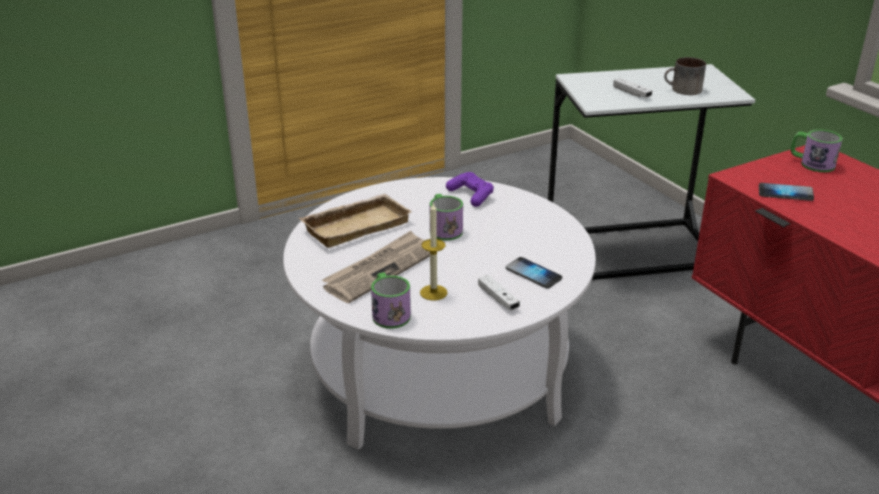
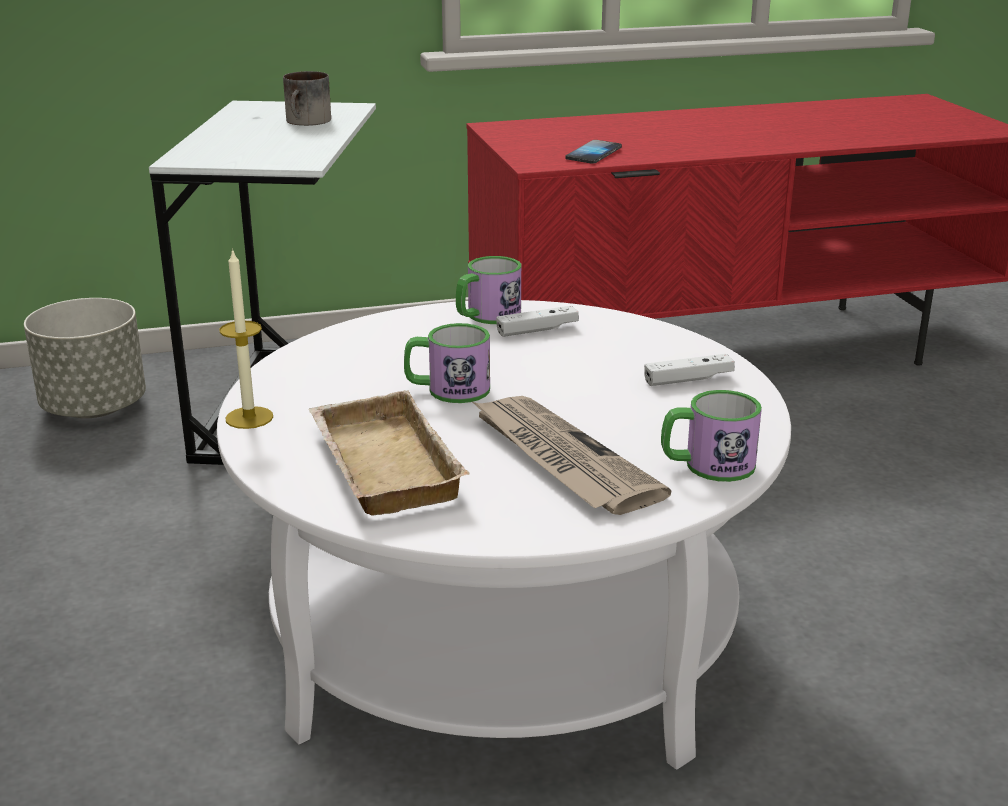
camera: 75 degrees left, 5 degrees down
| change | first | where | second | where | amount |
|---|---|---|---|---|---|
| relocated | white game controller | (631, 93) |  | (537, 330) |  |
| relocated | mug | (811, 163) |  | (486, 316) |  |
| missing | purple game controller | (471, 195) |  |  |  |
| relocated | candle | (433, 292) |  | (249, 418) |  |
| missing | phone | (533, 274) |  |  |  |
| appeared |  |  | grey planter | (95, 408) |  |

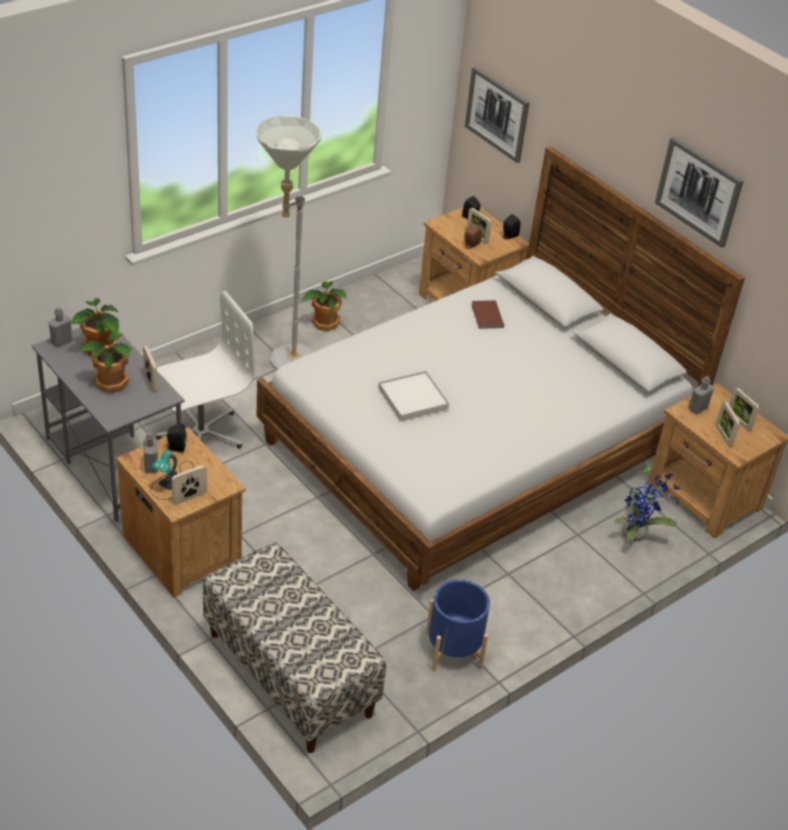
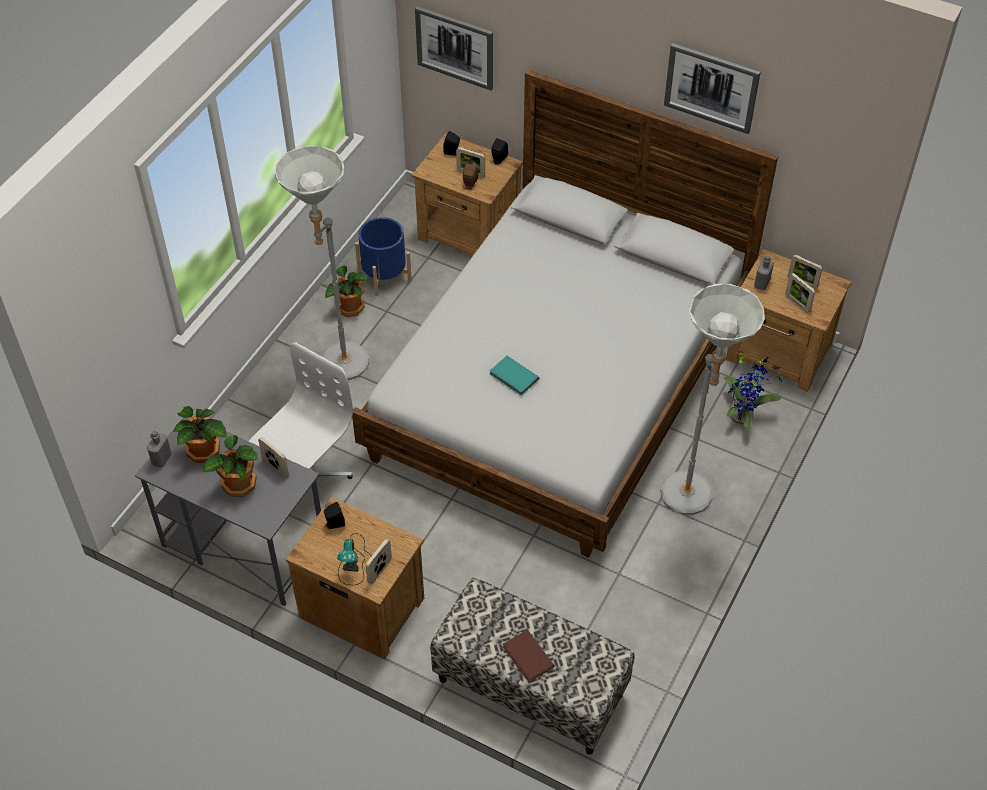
camera: 20 degrees left, 10 degrees up
| change | first | where | second | where | amount |
|---|---|---|---|---|---|
| relocated | brown book | (486, 316) |  | (527, 658) |  |
| exchanged | white tray | (413, 398) | turquoise book | (513, 377) |  |
| missing | grey bottle | (151, 466) |  |  |  |
| relocated | blue planter | (453, 650) |  | (384, 276) |  |
| appeared |  |  | grey floor lamp | (689, 503) |  |

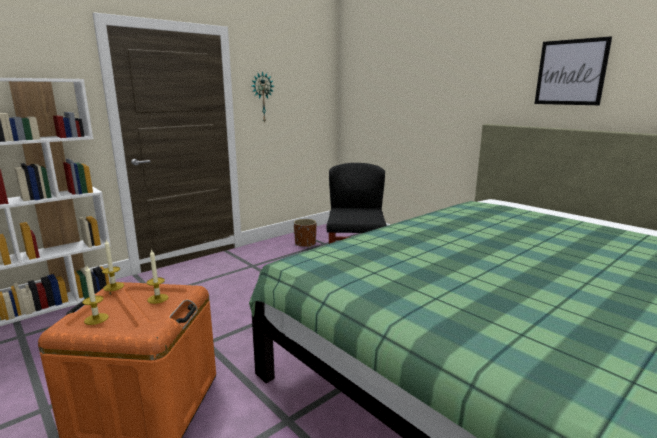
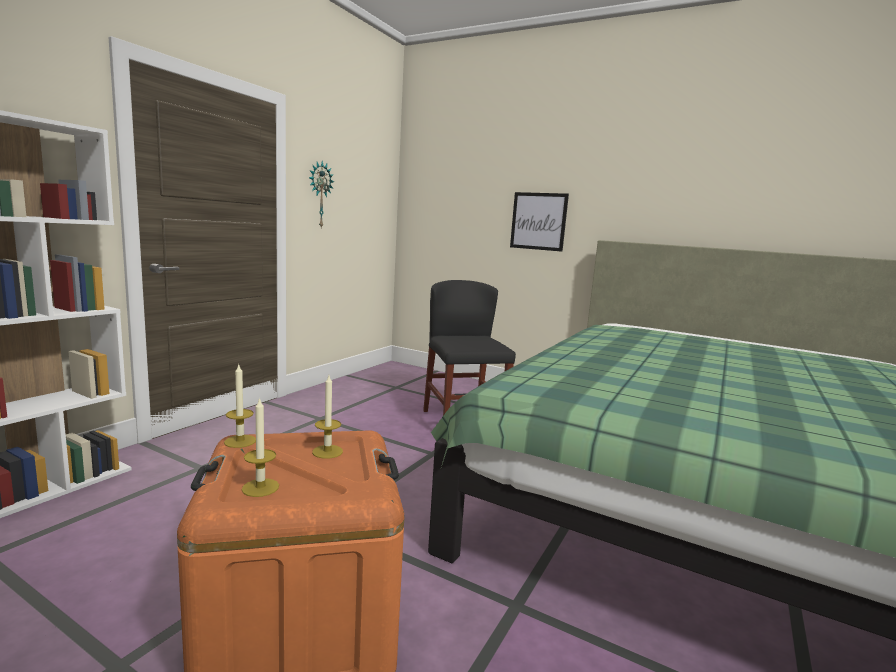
camera: 20 degrees left, 5 degrees down
| change | first | where | second | where | amount |
|---|---|---|---|---|---|
| relocated | picture | (570, 72) |  | (538, 221) |  |
| missing | brown planter | (305, 244) |  |  |  |

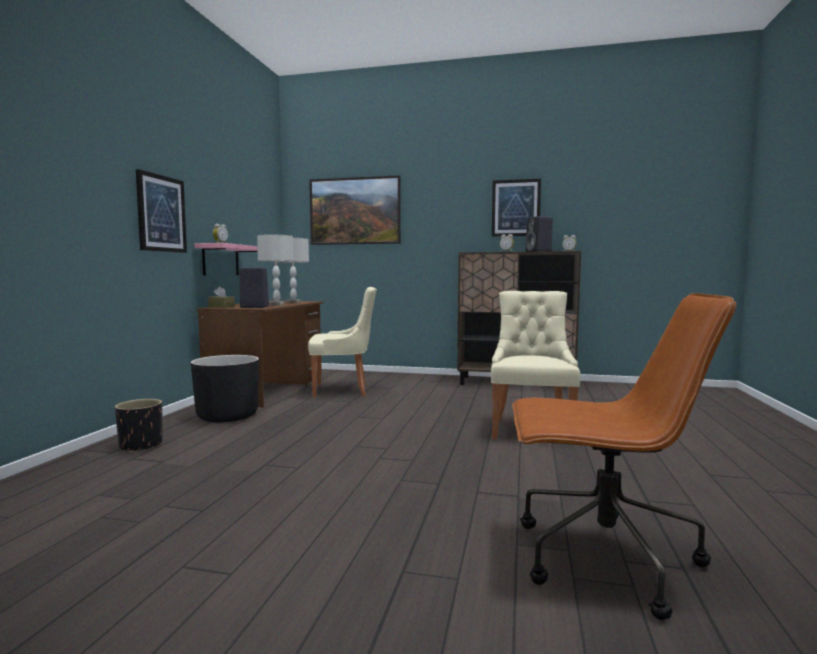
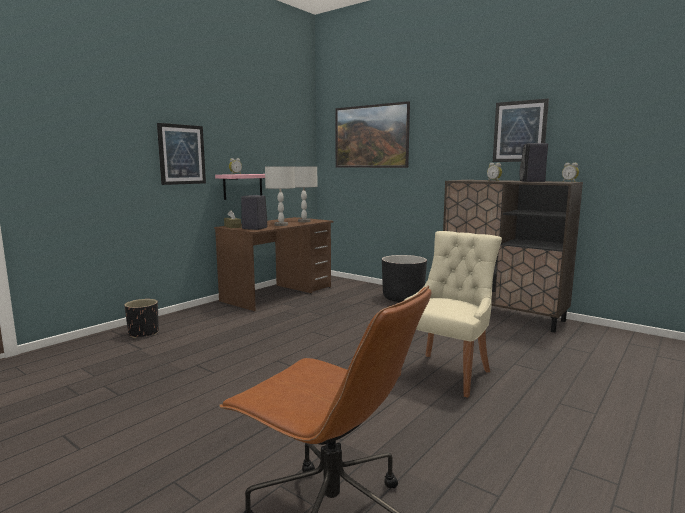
camera: 25 degrees right, 5 degrees up
| change | first | where | second | where | amount |
|---|---|---|---|---|---|
| missing | beige chair | (343, 390) |  |  |  |
| relocated | black planter | (227, 416) |  | (403, 298) |  |

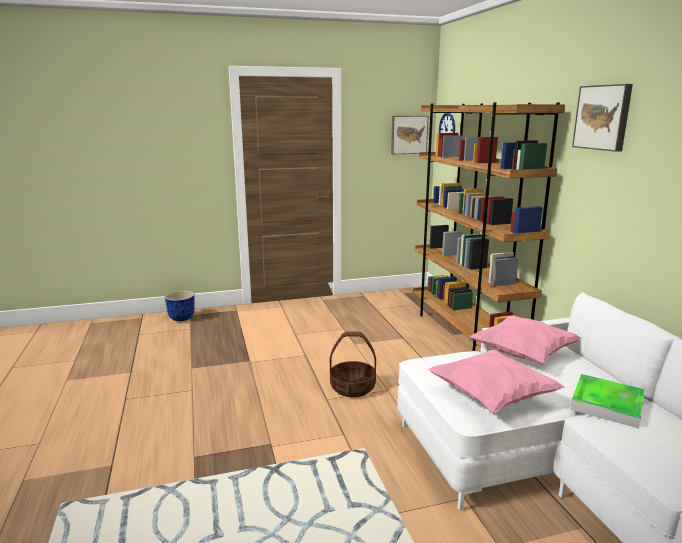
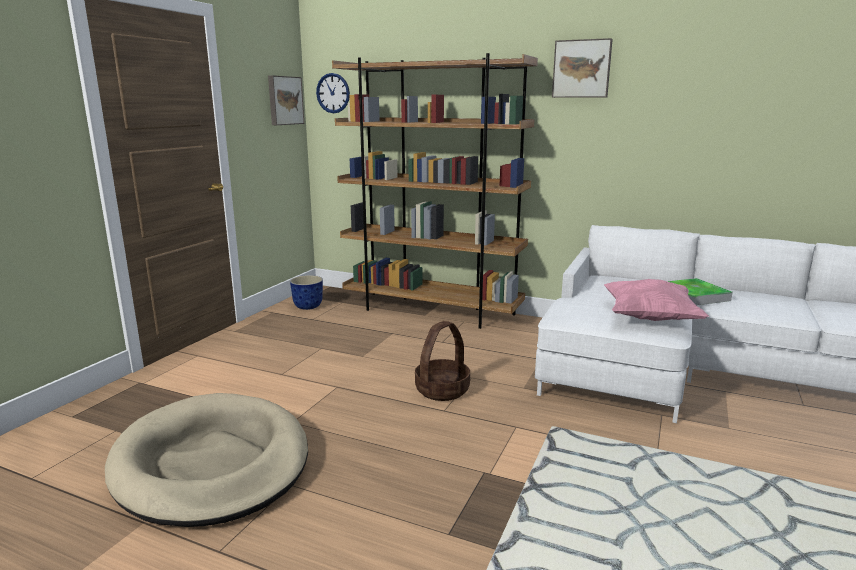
camera: 50 degrees left, 0 degrees up
| change | first | where | second | where | amount |
|---|---|---|---|---|---|
| relocated | planter | (182, 318) |  | (308, 306) |  |
| missing | pink pillow | (522, 354) |  |  |  |
| appeared |  |  | beige dog bed | (212, 463) |  |

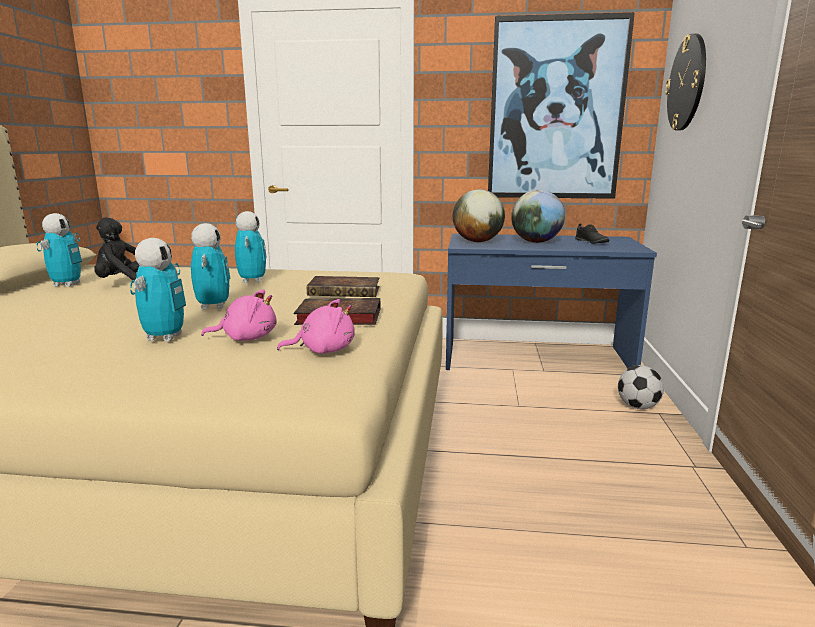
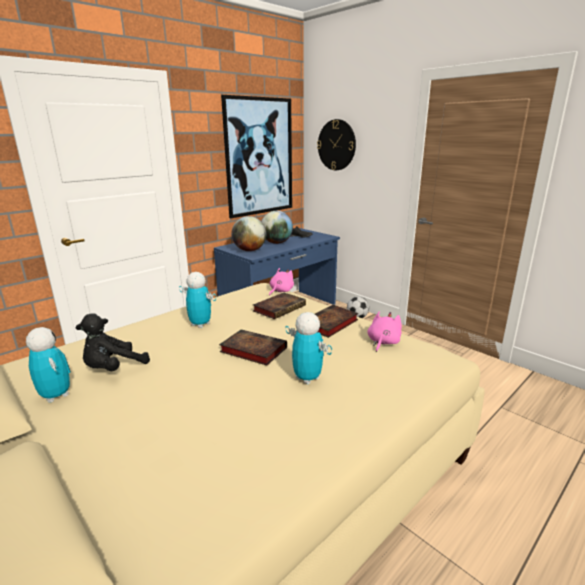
camera: 50 degrees left, 5 degrees up
| change | first | where | second | where | amount |
|---|---|---|---|---|---|
| exchanged | toy robot | (213, 306) | book | (251, 350) |  |
| relocated | pink plush toy | (246, 338) |  | (280, 291) |  |

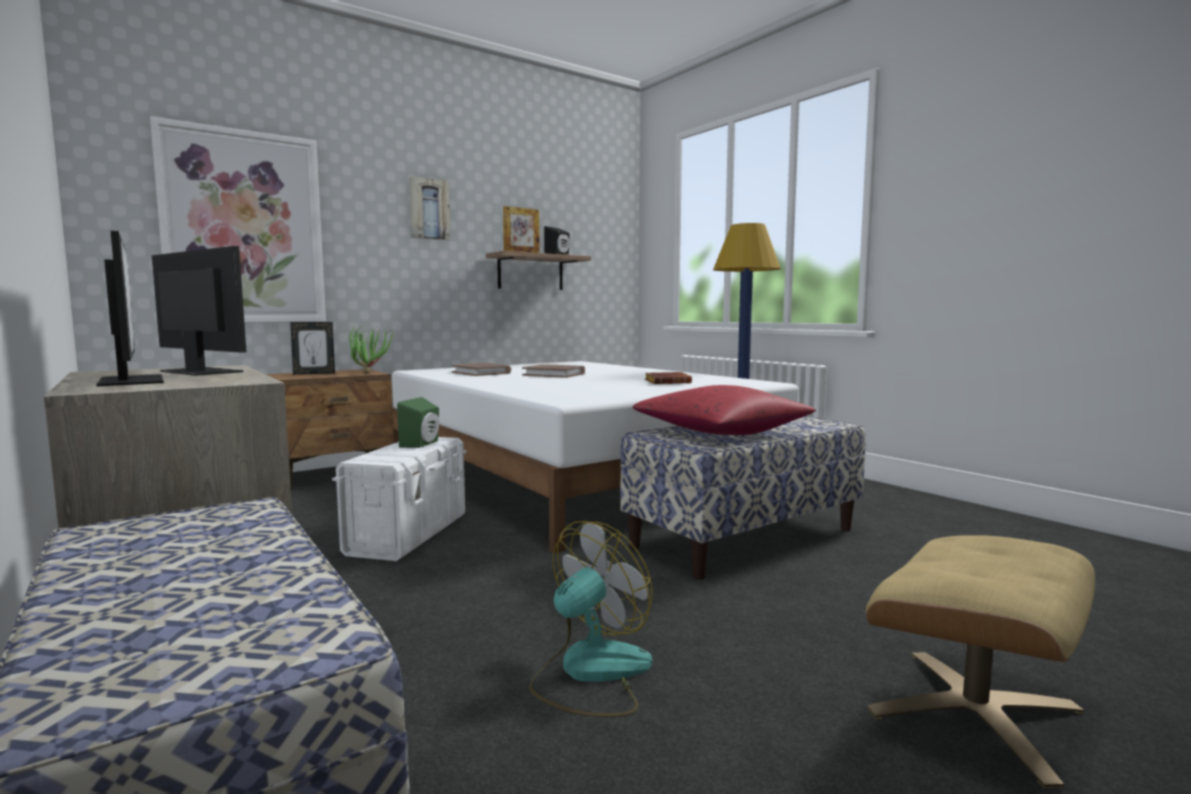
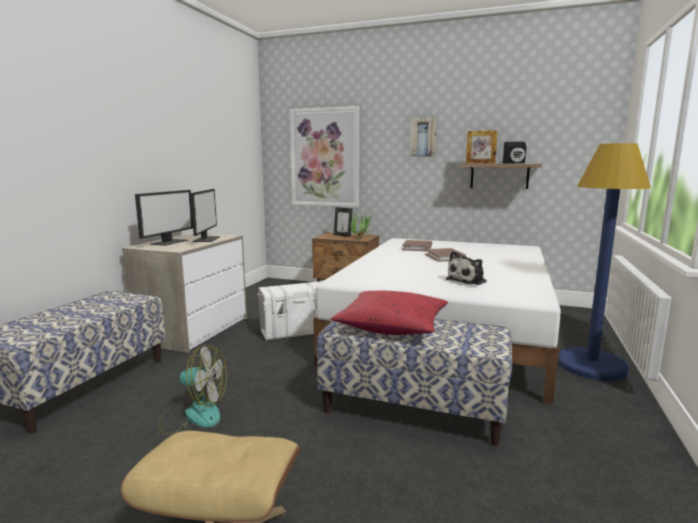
camera: 55 degrees right, 5 degrees up
| change | first | where | second | where | amount |
|---|---|---|---|---|---|
| exchanged | brown book | (668, 382) | plush toy | (468, 280) |  |
| missing | green speaker | (422, 444) |  |  |  |

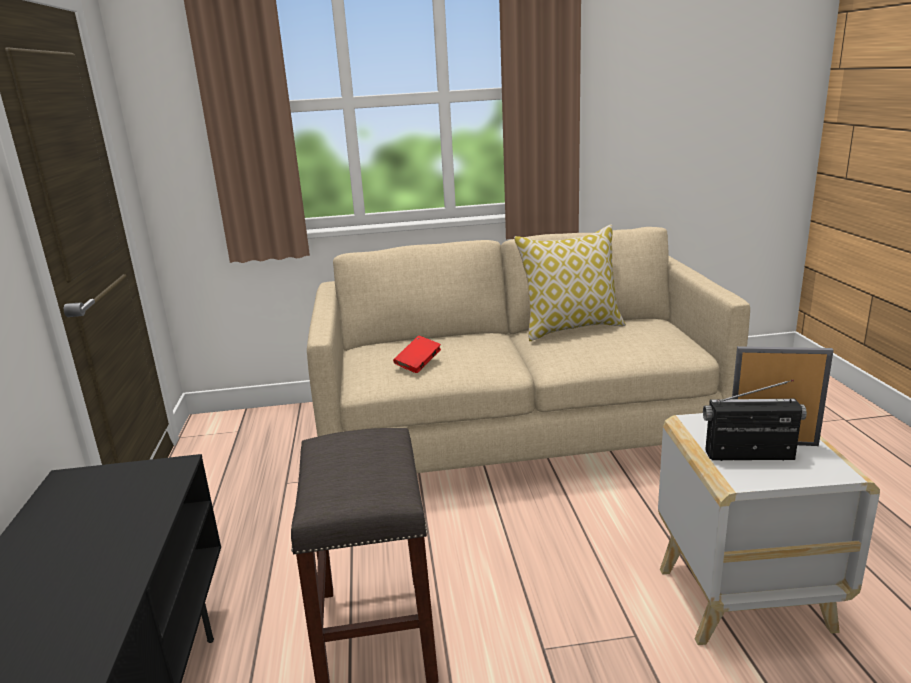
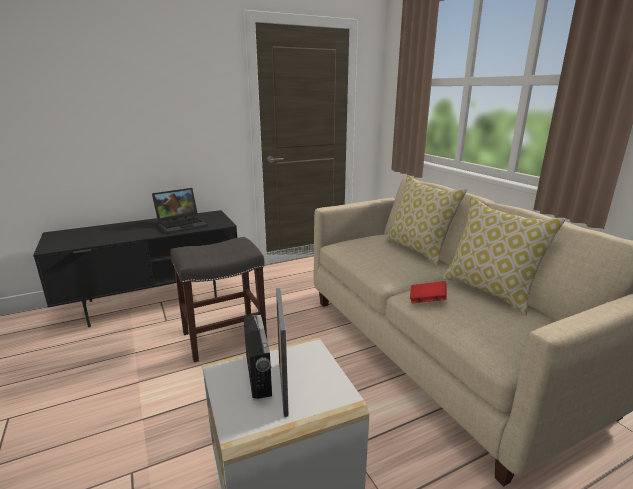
camera: 70 degrees right, 0 degrees up
| change | first | where | second | where | amount |
|---|---|---|---|---|---|
| relocated | red book | (418, 364) |  | (427, 300) |  |
| appeared |  |  | pillow | (418, 250) |  |
| appeared |  |  | laptop | (182, 225) |  |

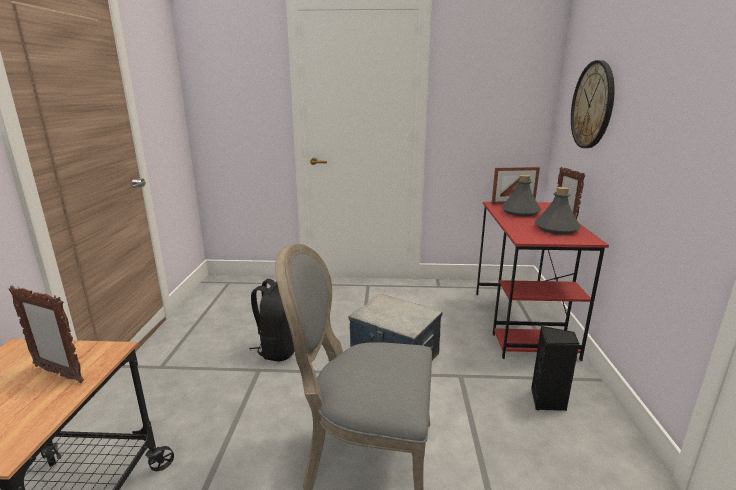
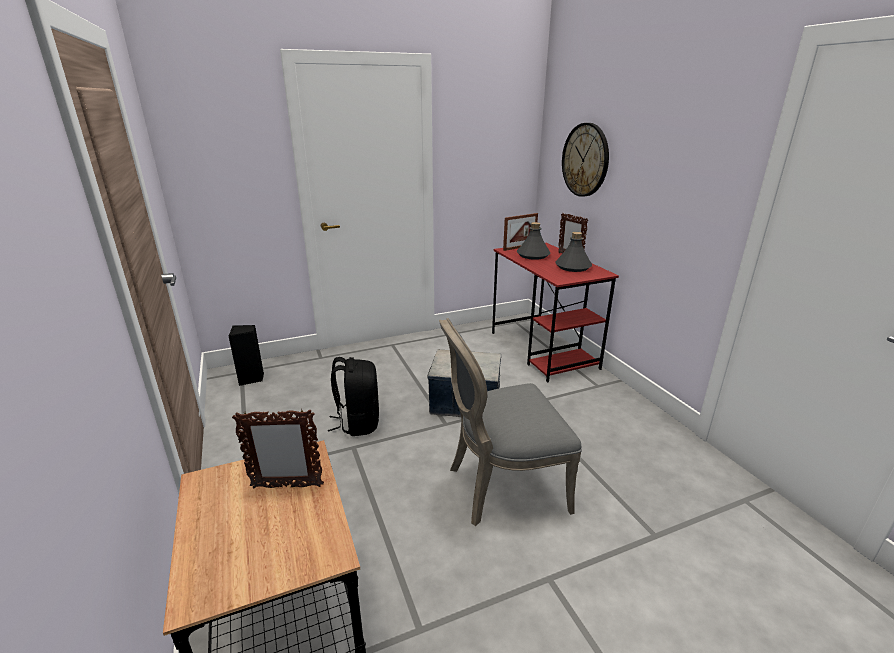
camera: 25 degrees left, 5 degrees up
| change | first | where | second | where | amount |
|---|---|---|---|---|---|
| relocated | black speaker | (548, 401) |  | (251, 378) |  |

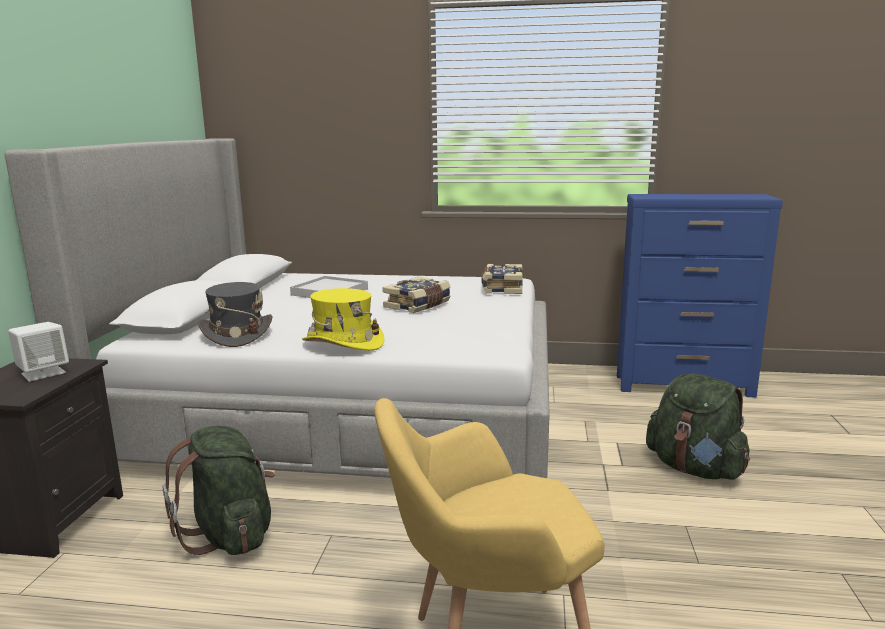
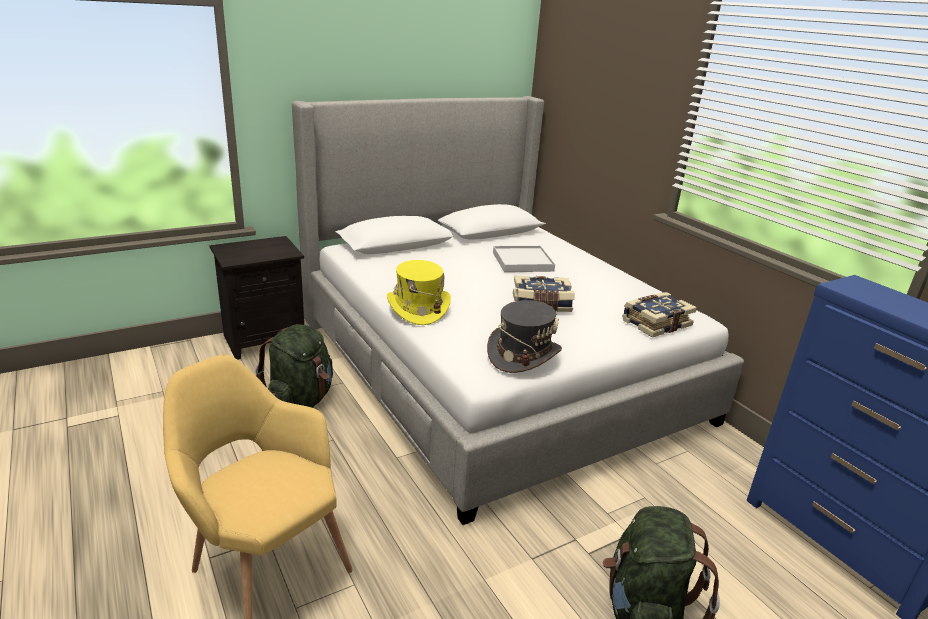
camera: 50 degrees right, 10 degrees up
| change | first | where | second | where | amount |
|---|---|---|---|---|---|
| relocated | grey hat | (237, 334) |  | (523, 354) |  |
| missing | white speaker | (43, 373) |  |  |  |

